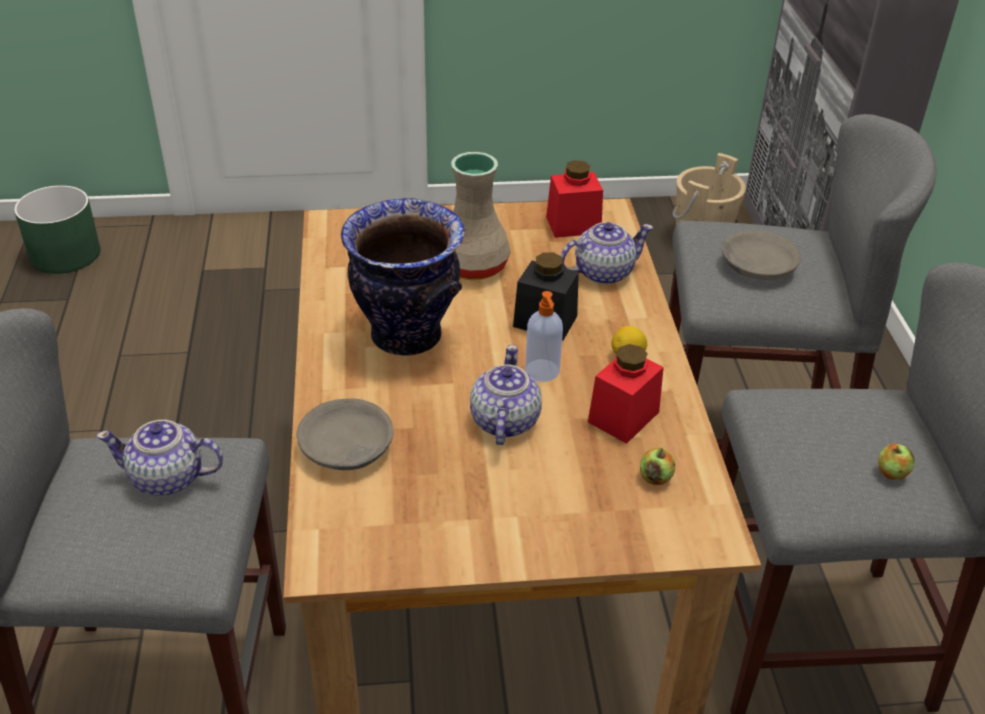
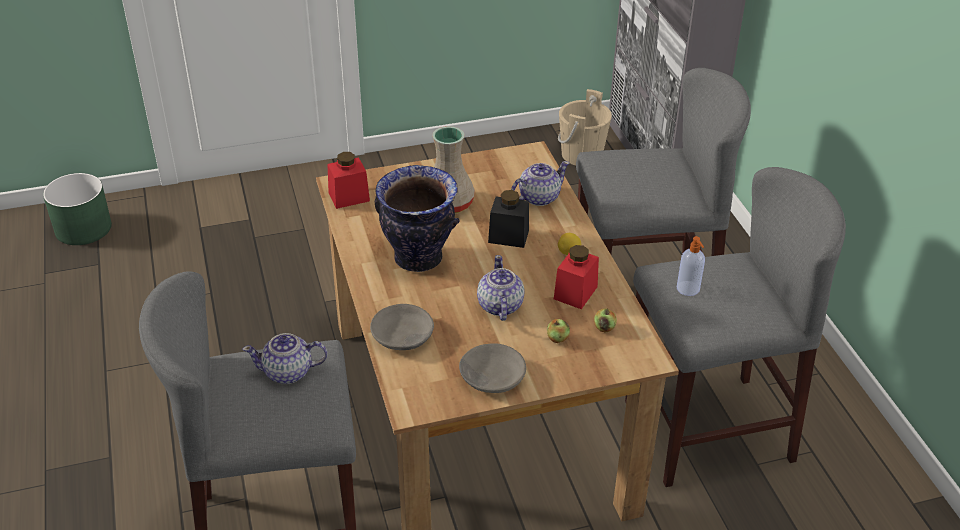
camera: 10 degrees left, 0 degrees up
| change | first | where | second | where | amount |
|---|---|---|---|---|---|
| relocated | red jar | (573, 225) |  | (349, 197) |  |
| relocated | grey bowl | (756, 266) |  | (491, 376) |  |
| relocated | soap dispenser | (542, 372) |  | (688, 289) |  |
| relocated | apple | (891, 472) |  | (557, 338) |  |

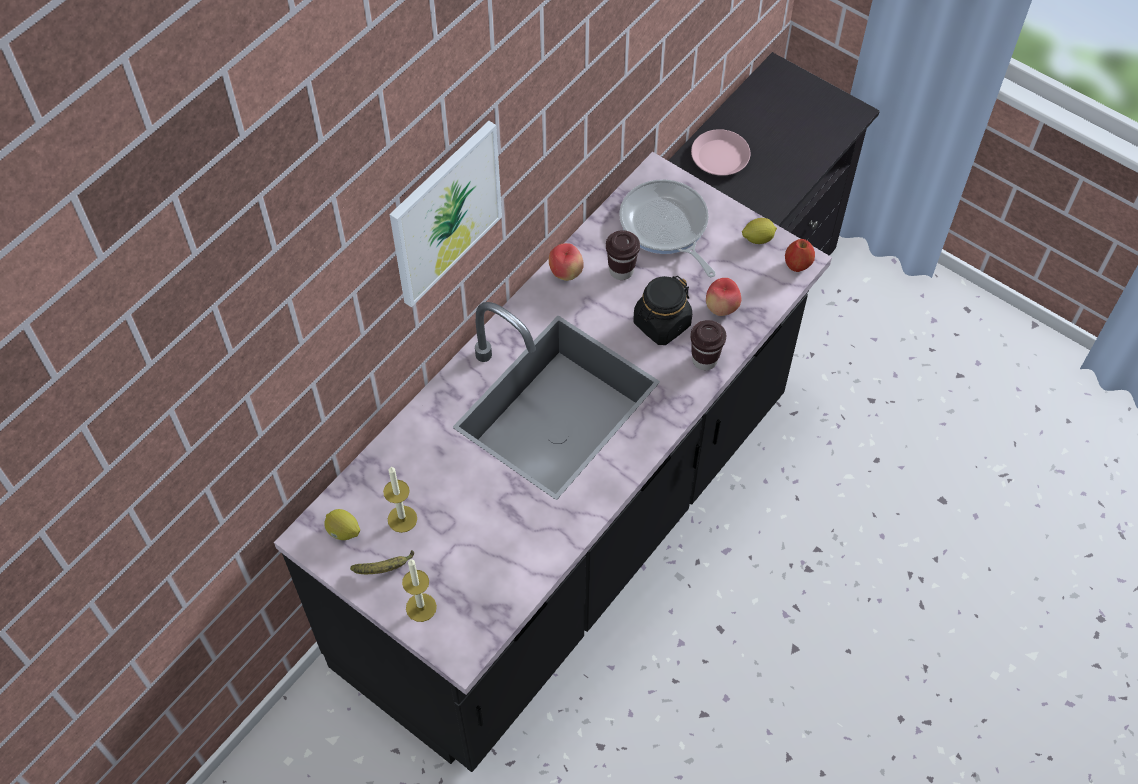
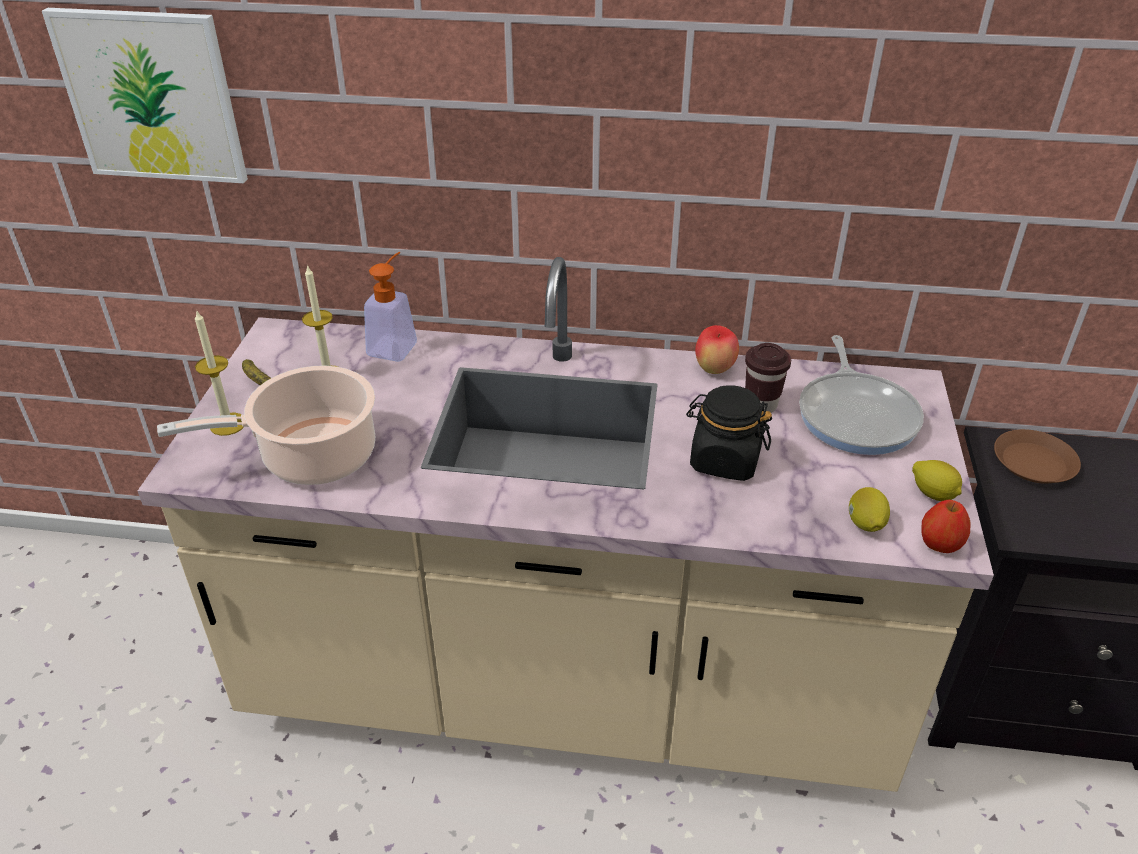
camera: 60 degrees right, 20 degrees down
| change | first | where | second | where | amount |
|---|---|---|---|---|---|
| relocated | picture | (445, 213) |  | (151, 96) |  |
| colour | pink plate | (720, 157) | brown plate | (1033, 463) |  |
| colour | black counter | (569, 535) | beige counter | (569, 684) |  |
| spun | frying pan | (666, 226) |  | (857, 415) | 150 degrees clockwise |
| missing | apple | (721, 308) |  |  |  |
| missing | brown cup | (704, 360) |  |  |  |
| relocated | lemon | (343, 531) |  | (865, 524) |  |
| appeared |  |  | soap dispenser | (396, 344) |  |
| appeared |  |  | cooking pot | (311, 457) |  |

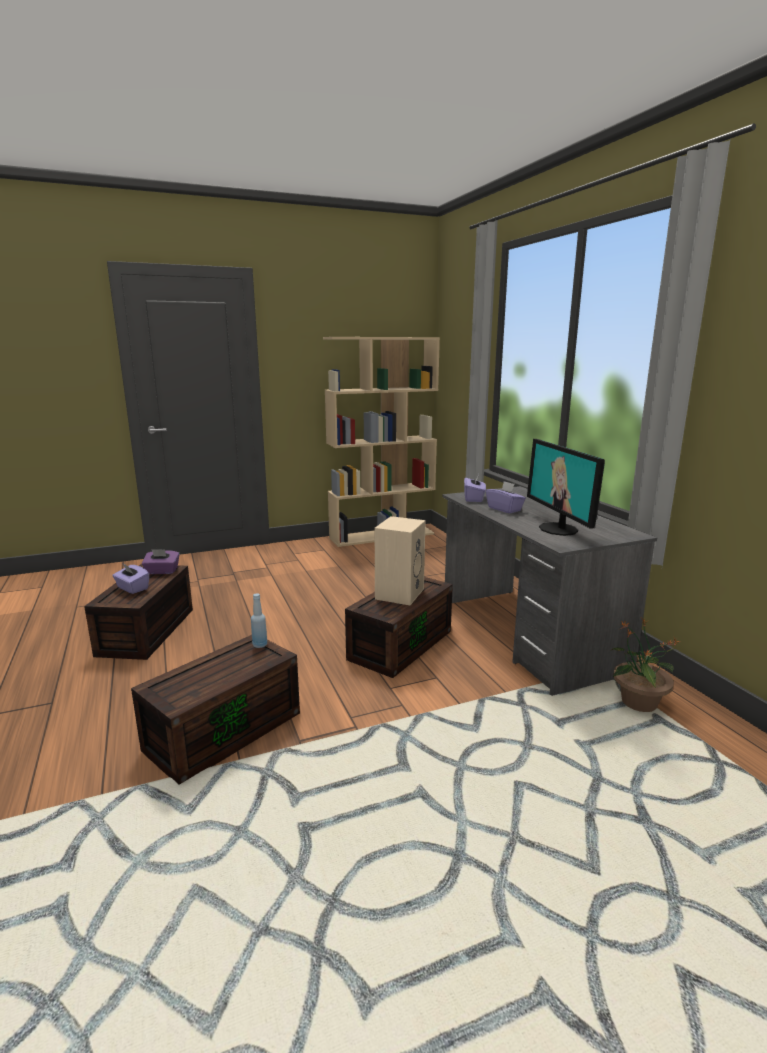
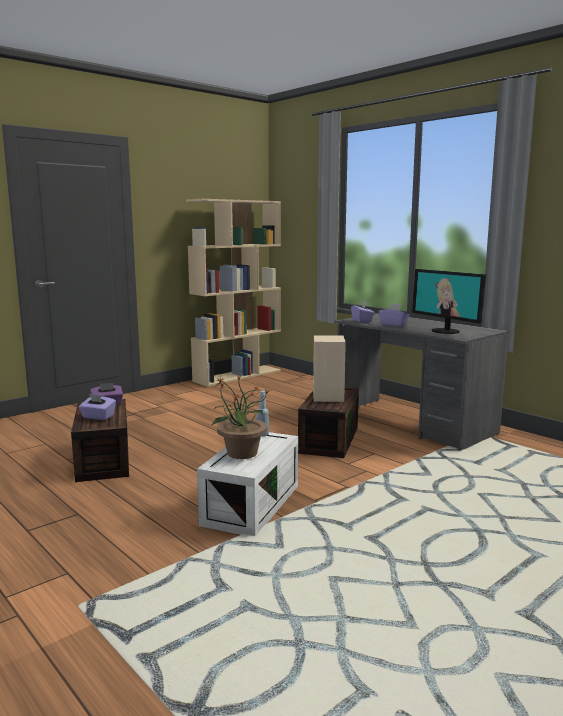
camera: 20 degrees left, 5 degrees down
| change | first | where | second | where | amount |
|---|---|---|---|---|---|
| relocated | potted plant | (637, 703) |  | (241, 453) |  |
| colour | brown storage box | (224, 729) | white storage box | (250, 503) |  |

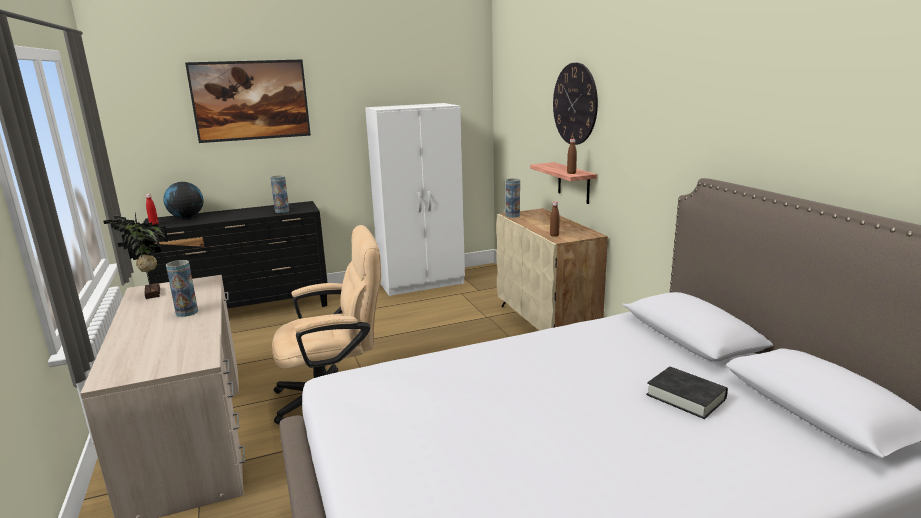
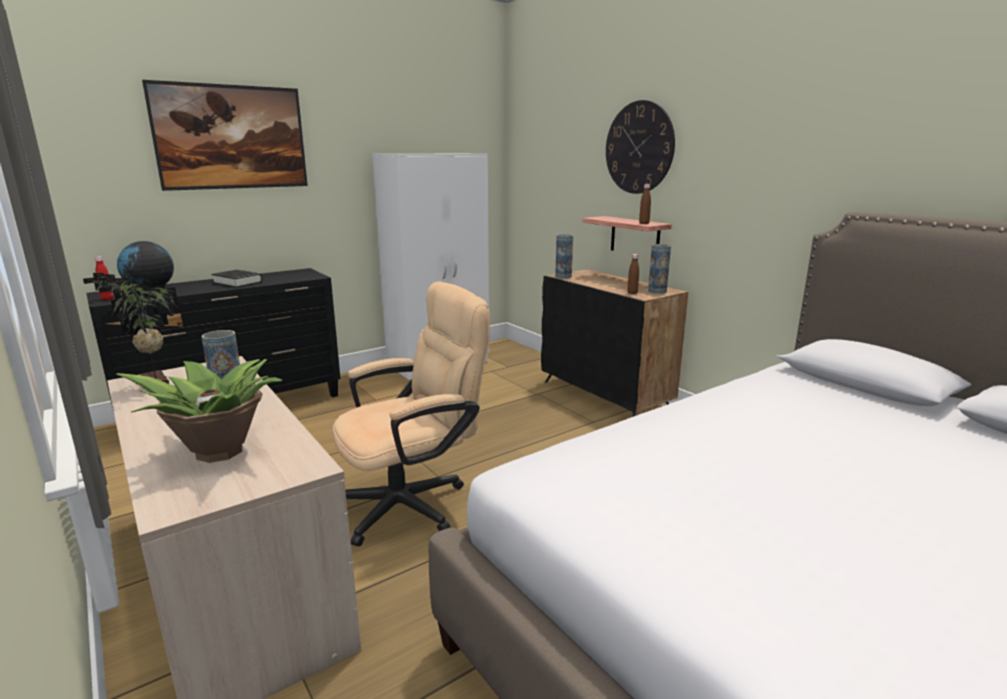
camera: 15 degrees left, 0 degrees up
| change | first | where | second | where | amount |
|---|---|---|---|---|---|
| relocated | vase | (282, 211) |  | (657, 291) |  |
| colour | beige cabinet | (546, 323) | black cabinet | (605, 395) |  |
| relocated | black book | (685, 397) |  | (237, 282) |  |
| appeared |  |  | potted plant | (218, 450) |  |

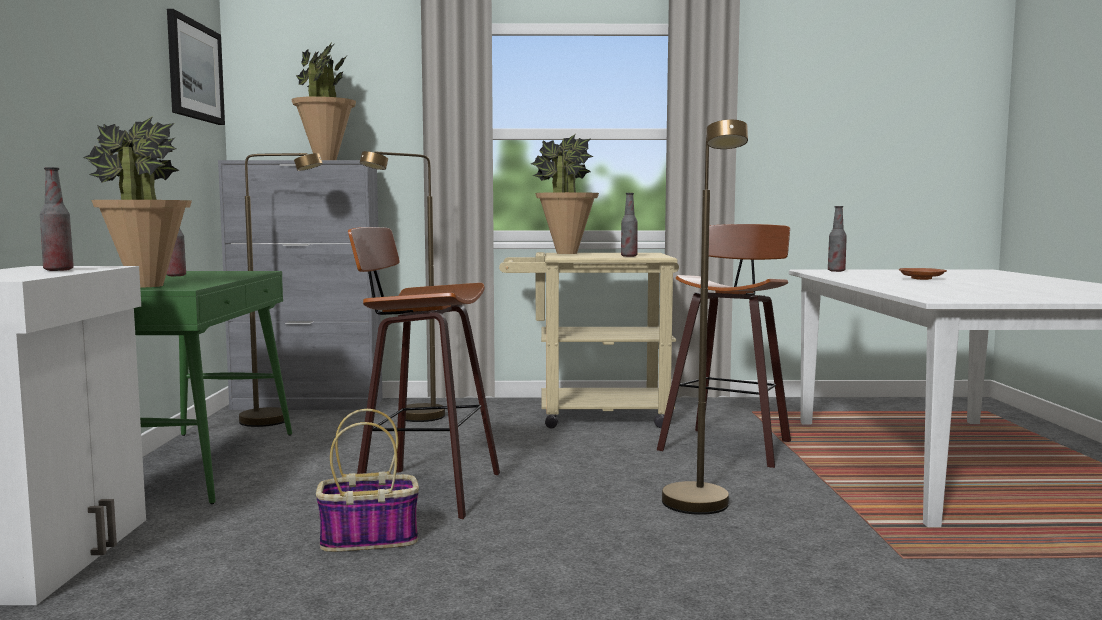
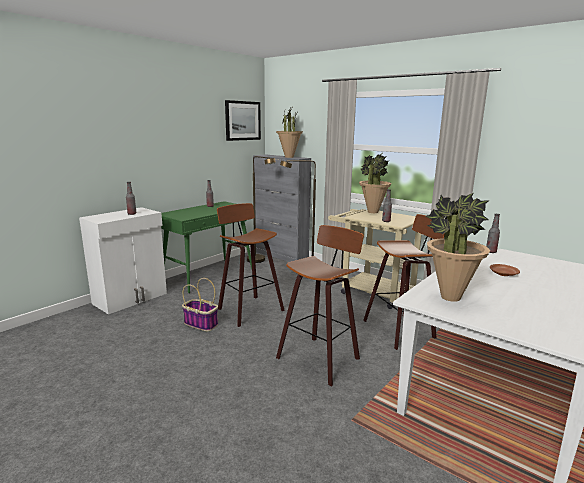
camera: 40 degrees right, 10 degrees up
| change | first | where | second | where | amount |
|---|---|---|---|---|---|
| relocated | potted plant | (146, 286) |  | (450, 297) |  |
| exchanged | brown floor lamp | (701, 509) | stool | (320, 357) |  |

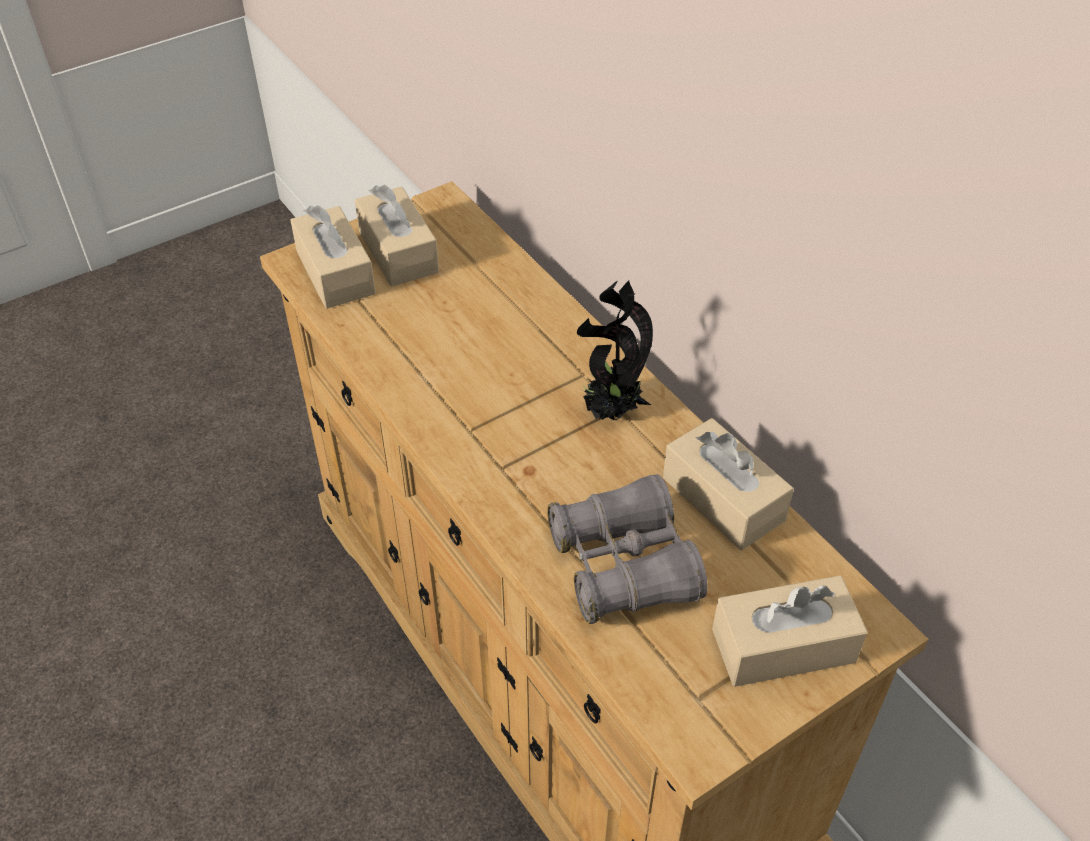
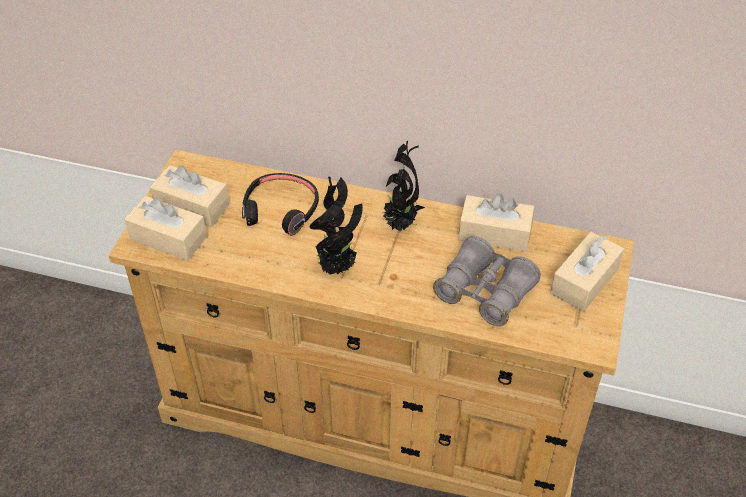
camera: 40 degrees left, 0 degrees up
| change | first | where | second | where | amount |
|---|---|---|---|---|---|
| appeared |  |  | black headphones | (281, 210) |  |
| appeared |  |  | potted plant | (338, 268) |  |

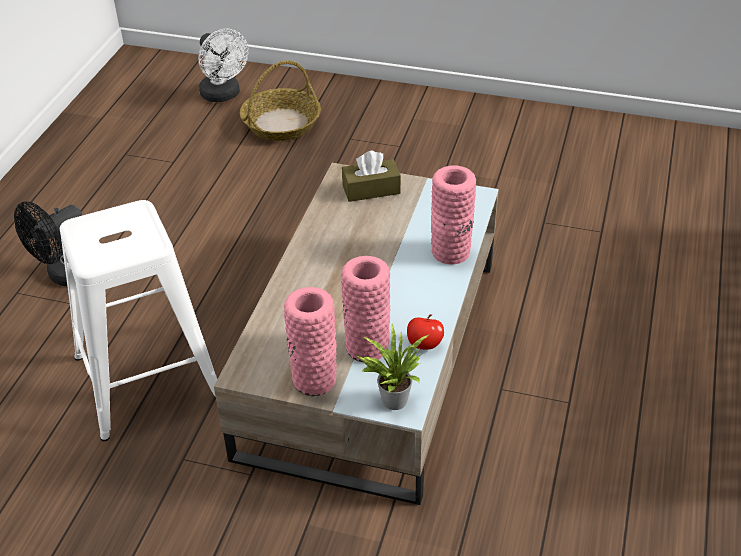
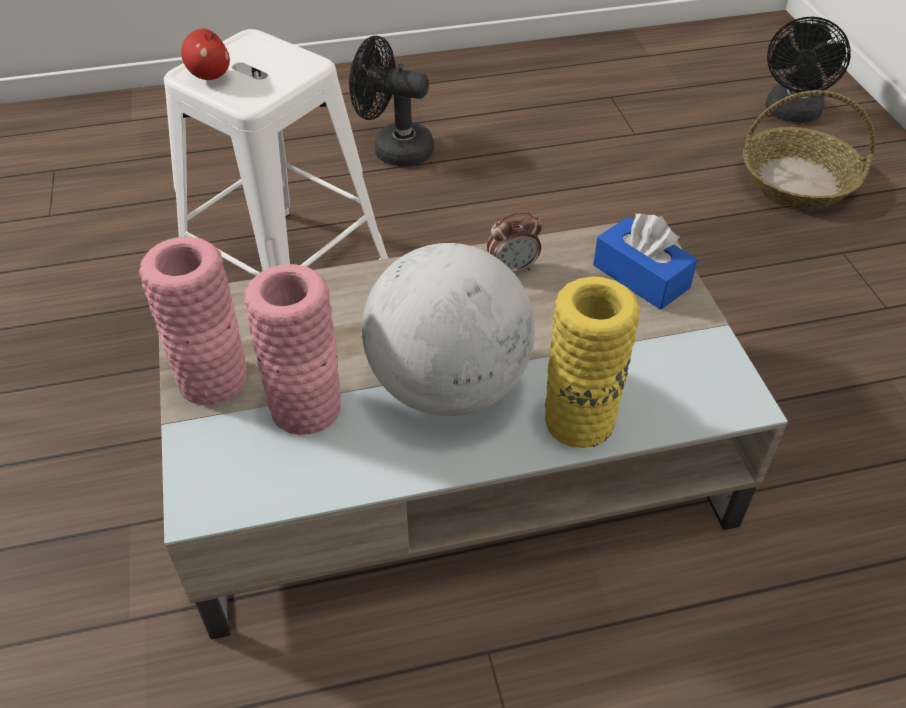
camera: 60 degrees right, 5 degrees up
| change | first | where | second | where | amount |
|---|---|---|---|---|---|
| colour | white fan | (223, 95) | black fan | (791, 114) |  |
| colour | brown tissue box | (371, 189) | blue tissue box | (641, 276) |  |
| colour | pink vase | (450, 251) | yellow vase | (579, 421) |  |
| relocated | apple | (424, 344) |  | (210, 75) |  |
| missing | potted plant | (392, 398) |  |  |  |
| appeared |  |  | alarm clock | (513, 269) |  |
| appeared |  |  | globe | (448, 385) |  |

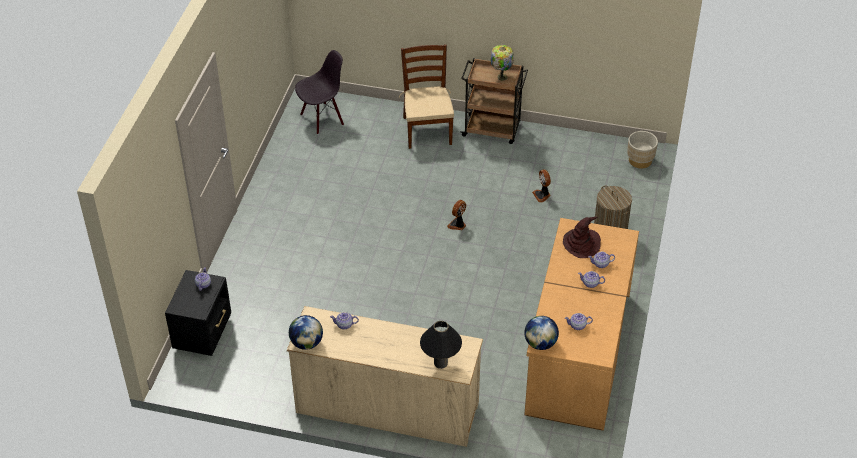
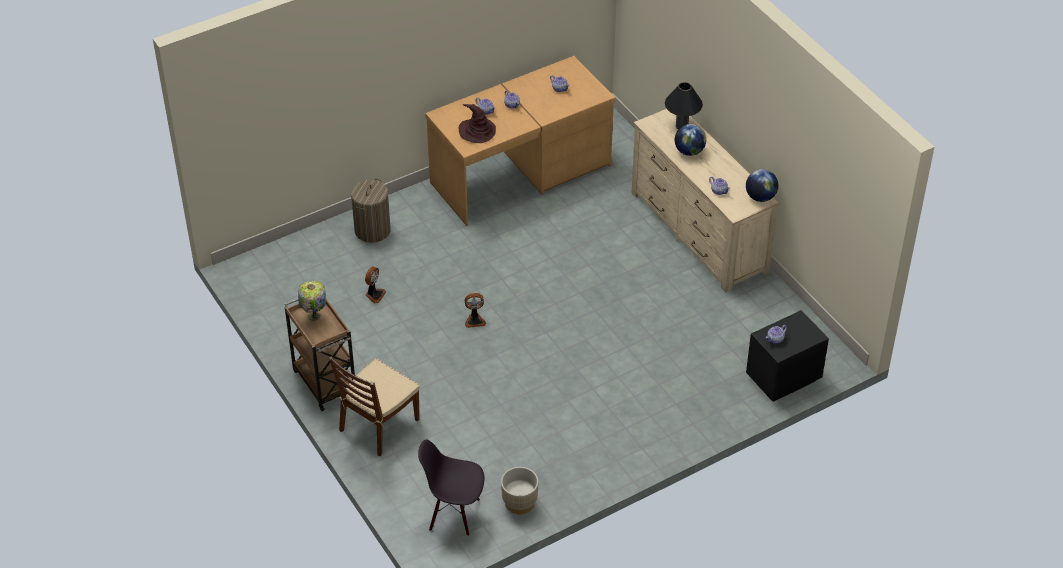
camera: 135 degrees left, 0 degrees up
| change | first | where | second | where | amount |
|---|---|---|---|---|---|
| relocated | beige planter | (640, 160) |  | (519, 503) |  |
| relocated | globe | (540, 343) |  | (689, 151) |  |

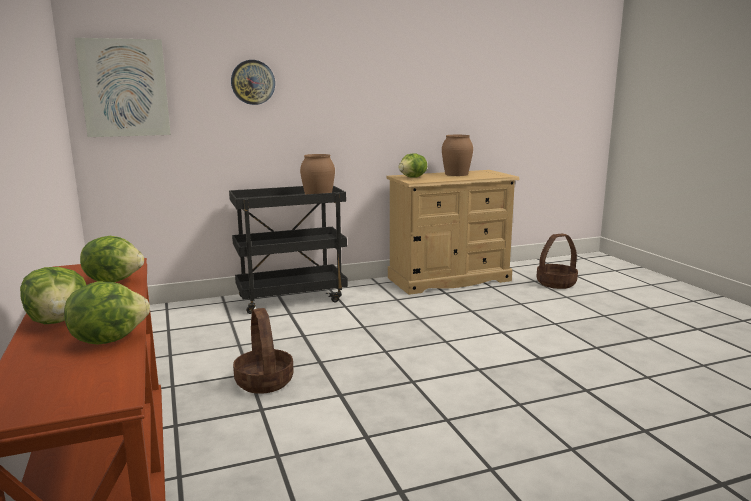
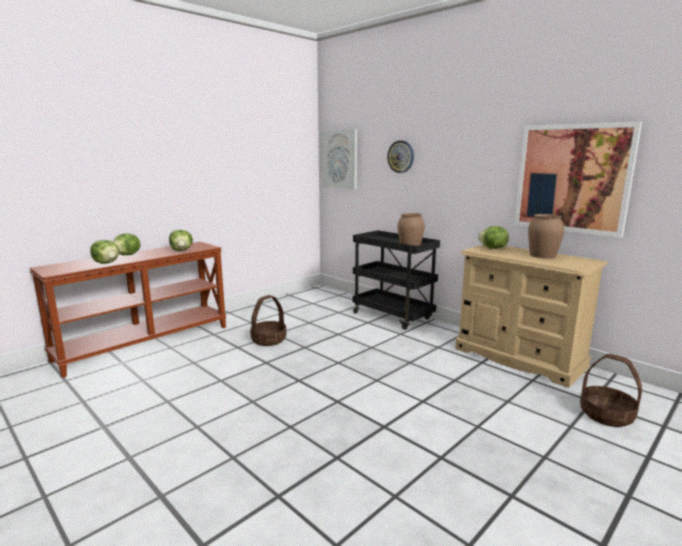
camera: 65 degrees right, 0 degrees up
| change | first | where | second | where | amount |
|---|---|---|---|---|---|
| appeared |  |  | picture | (572, 178) |  |

